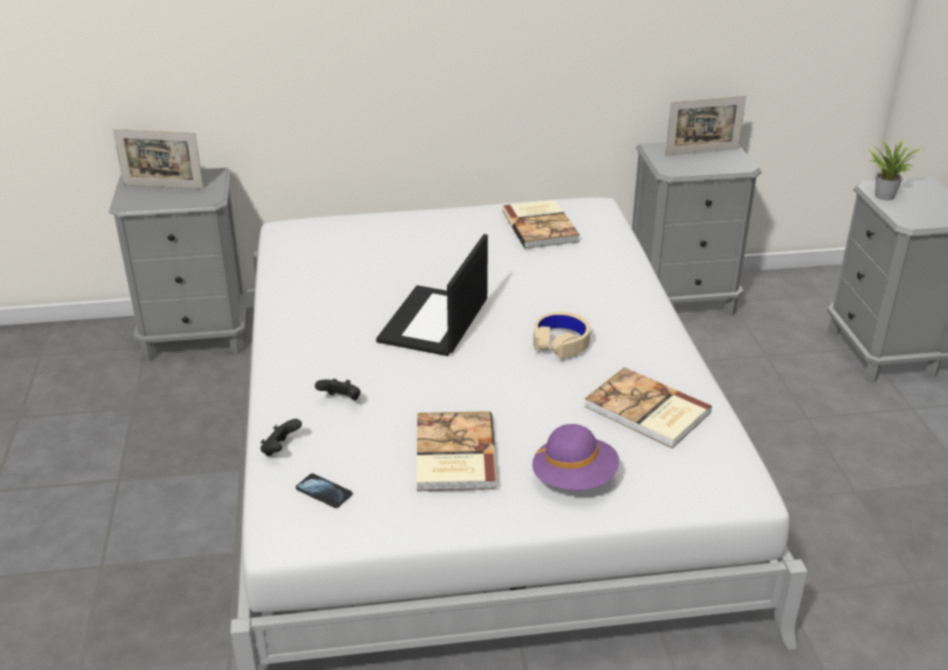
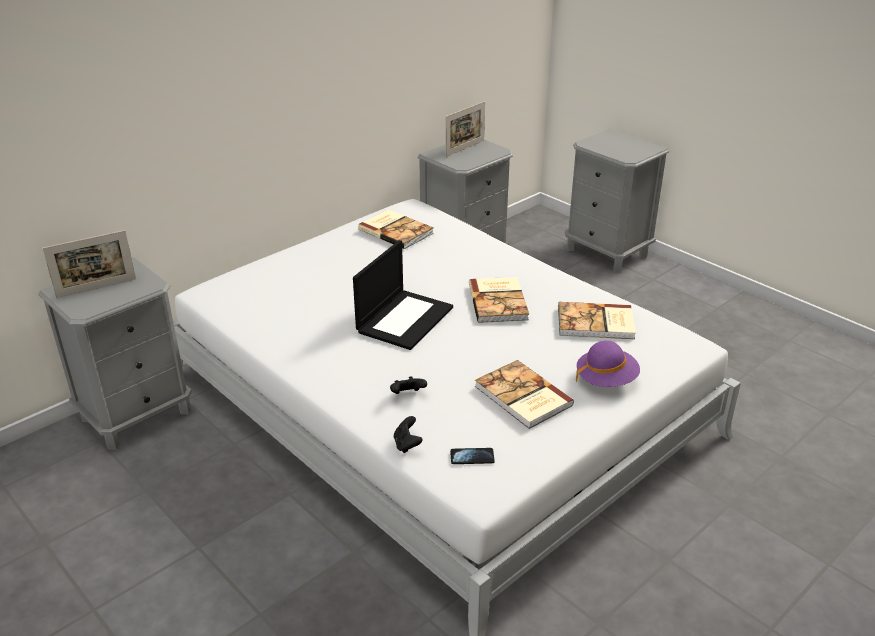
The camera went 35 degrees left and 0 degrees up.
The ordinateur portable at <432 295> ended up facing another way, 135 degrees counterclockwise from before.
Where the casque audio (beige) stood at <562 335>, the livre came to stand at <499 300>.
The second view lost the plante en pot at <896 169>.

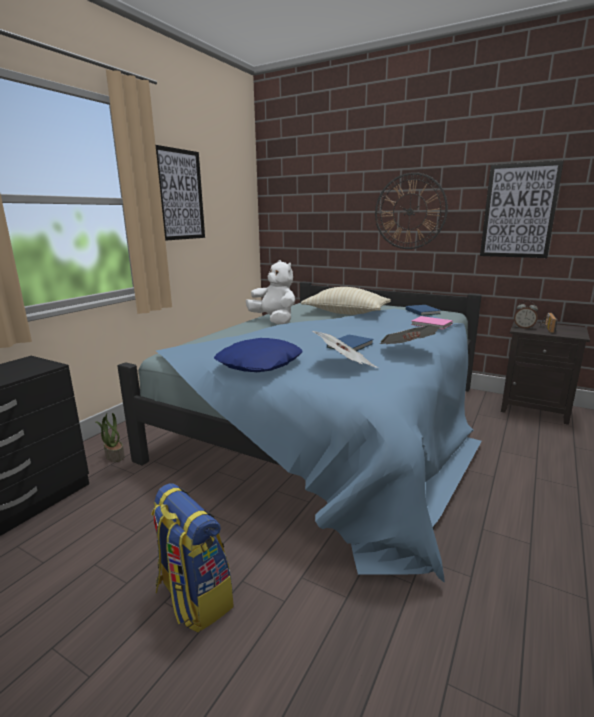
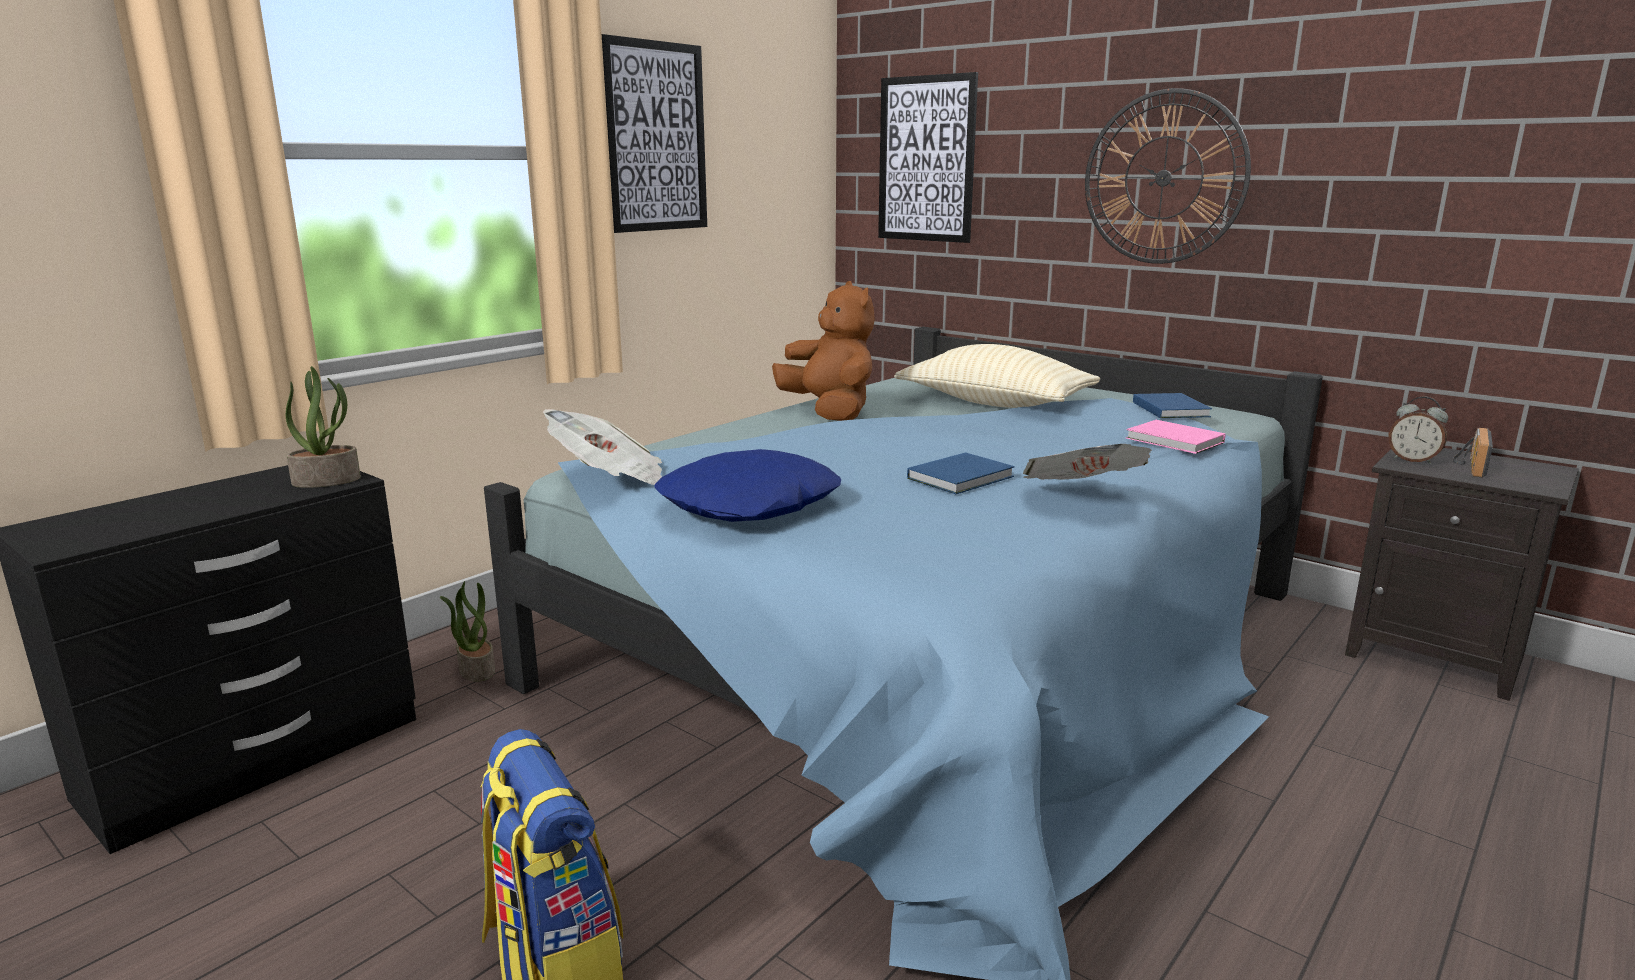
The camera went 10 degrees right and 0 degrees up.
The second view gained the plante en pot at <323 427>.
The journal ended up elsewhere, having gone from <346 349> to <602 447>.
What was the peluche (blanc) at <270 292> turned into the peluche (marron) at <823 351>.
The tableau ended up elsewhere, having gone from <522 209> to <928 157>.

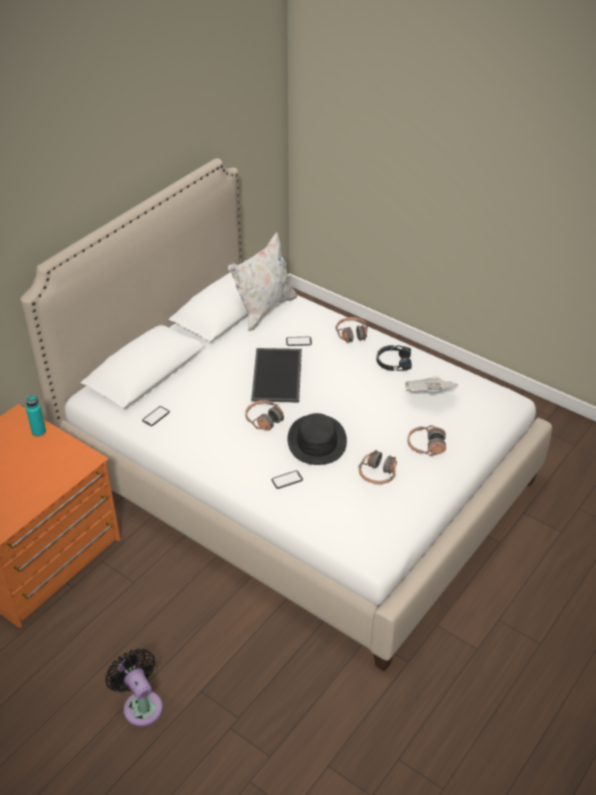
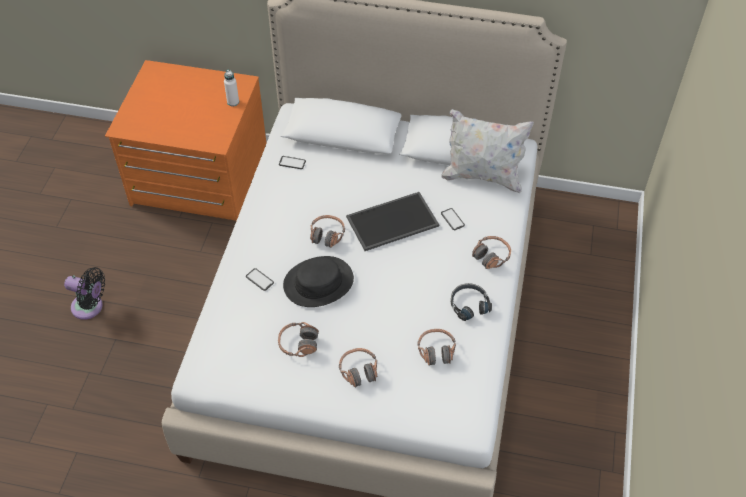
The camera went 65 degrees right and 10 degrees up.
The ventilateur (noir) at <134 688> ended up facing another way, 75 degrees clockwise from before.
What was the bouteille (turquoise) at <36 416> turned into the bouteille (blanc) at <231 88>.
Where the journal stood at <432 384>, the casque audio came to stand at <437 347>.

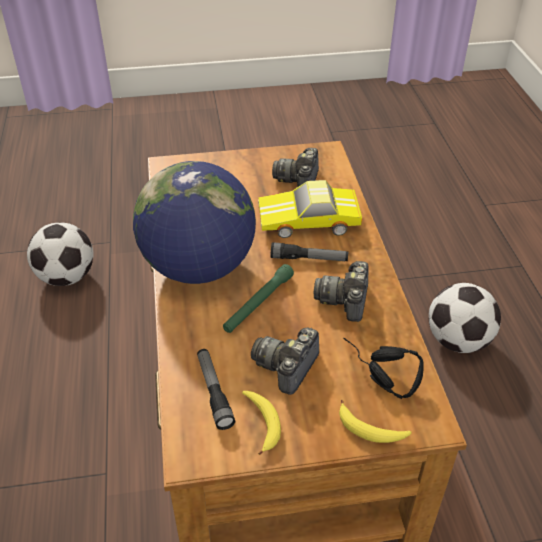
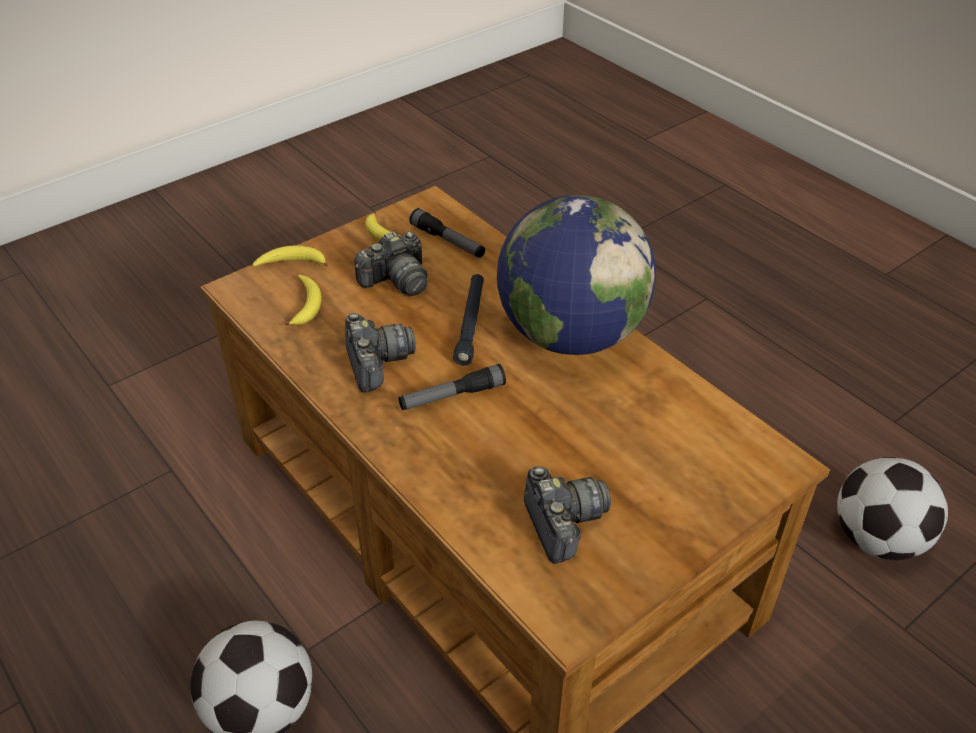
The camera went 150 degrees right and 0 degrees up.
Where the casque audio (noir) stood at <383 368>, the banane came to stand at <302 300>.
The appareil photo at <285 361> ended up facing another way, 60 degrees clockwise from before.
What was the lampe de poche (vert) at <258 298> turned into the lampe de poche (noir) at <468 320>.
The second view lost the petite voiture at <310 209>.

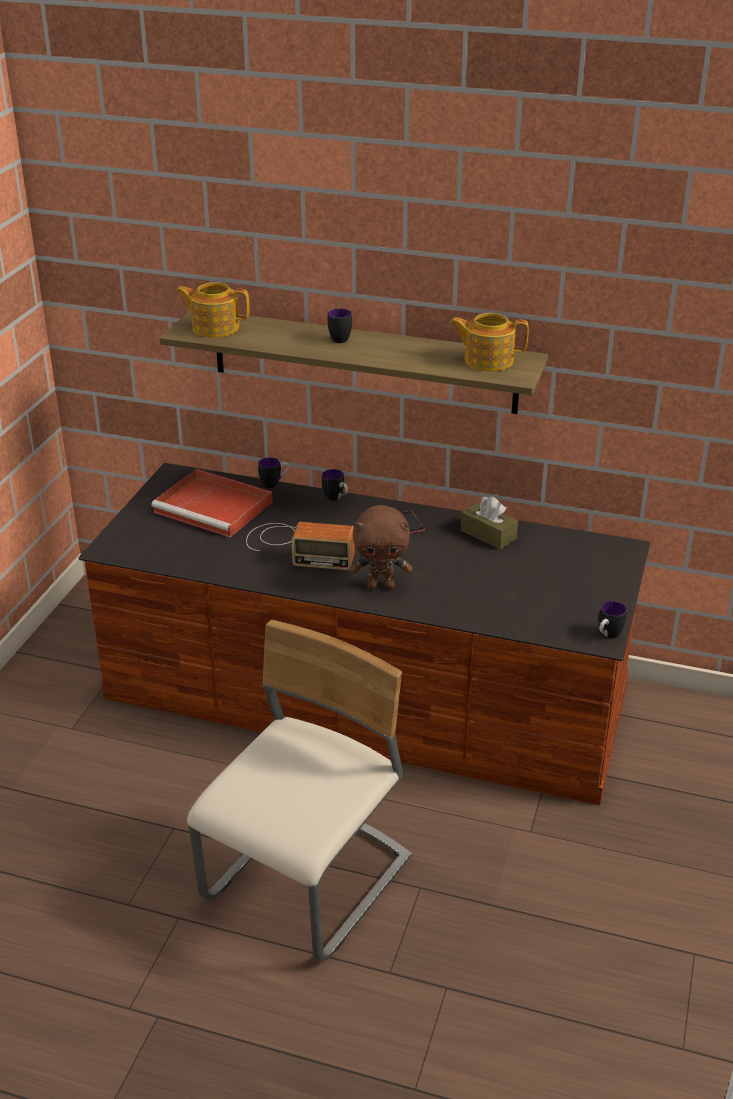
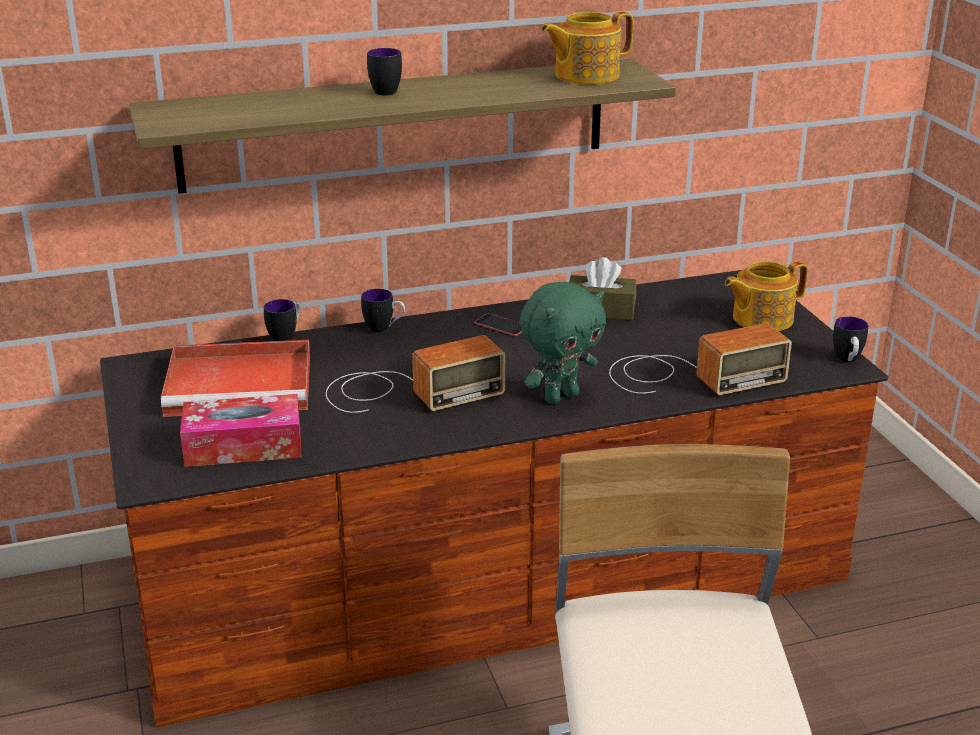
The camera went 35 degrees left and 5 degrees down.
The second view gained the boîte à mouchoirs at <241 430>.
What was the peluche (marron) at <381 547> turned into the peluche (vert) at <563 342>.
The second view gained the radio at <700 359>.
The théière ended up elsewhere, having gone from <213 310> to <766 296>.

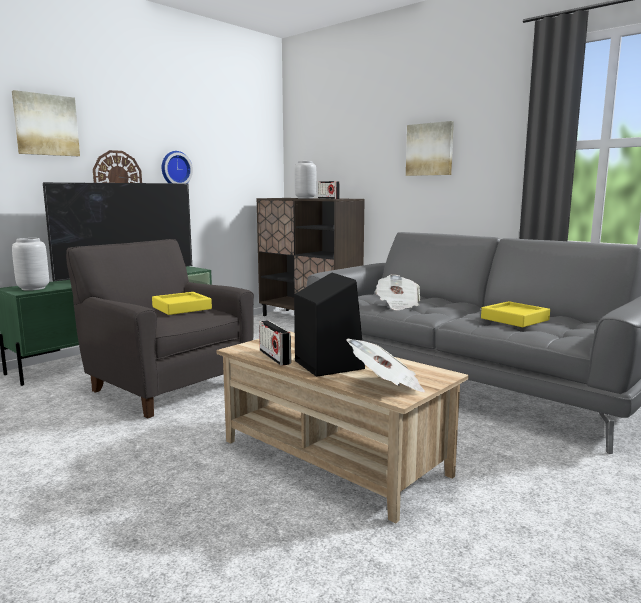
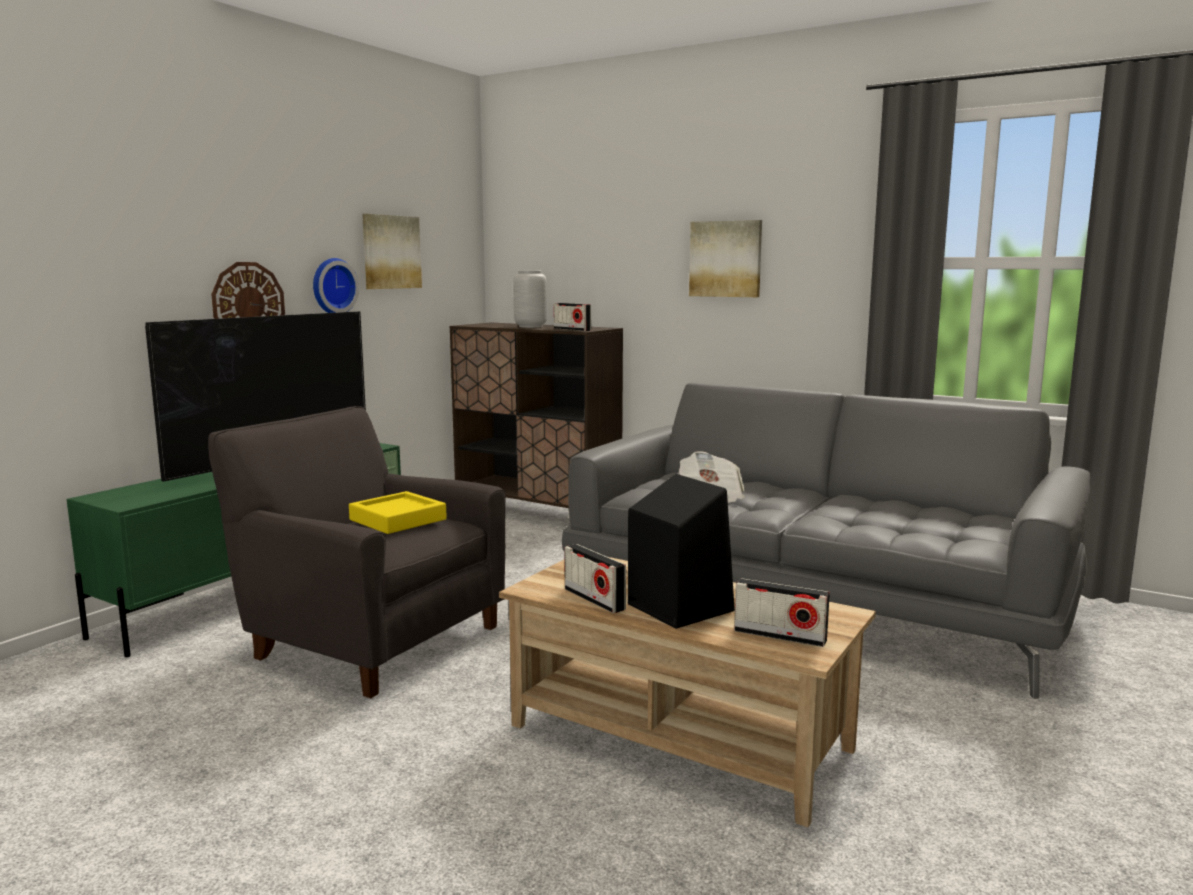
The camera went 10 degrees left and 0 degrees up.
The tableau ended up elsewhere, having gone from <46 123> to <392 251>.
Where the journal stood at <385 365>, the radio came to stand at <782 612>.
The second view lost the vase (gris) at <30 264>.
The second view lost the plateau (jaune) at <515 314>.

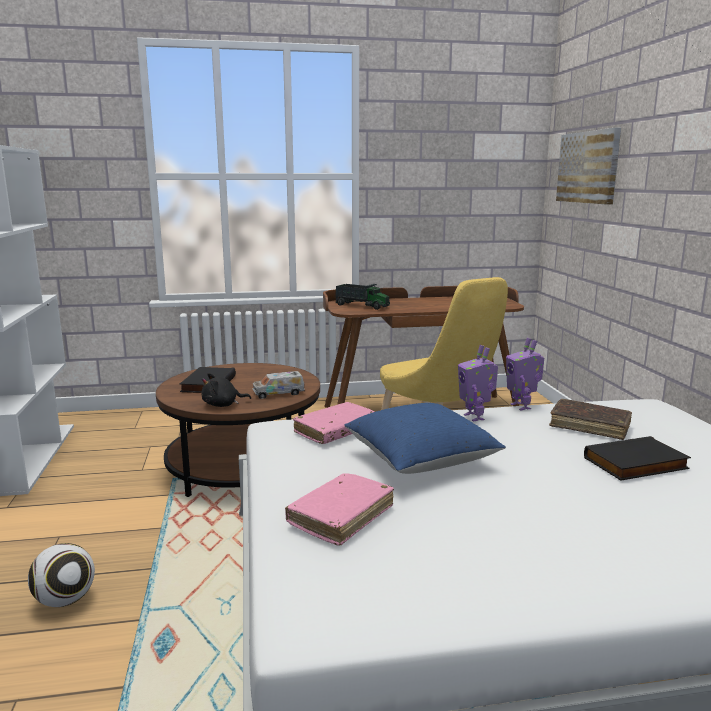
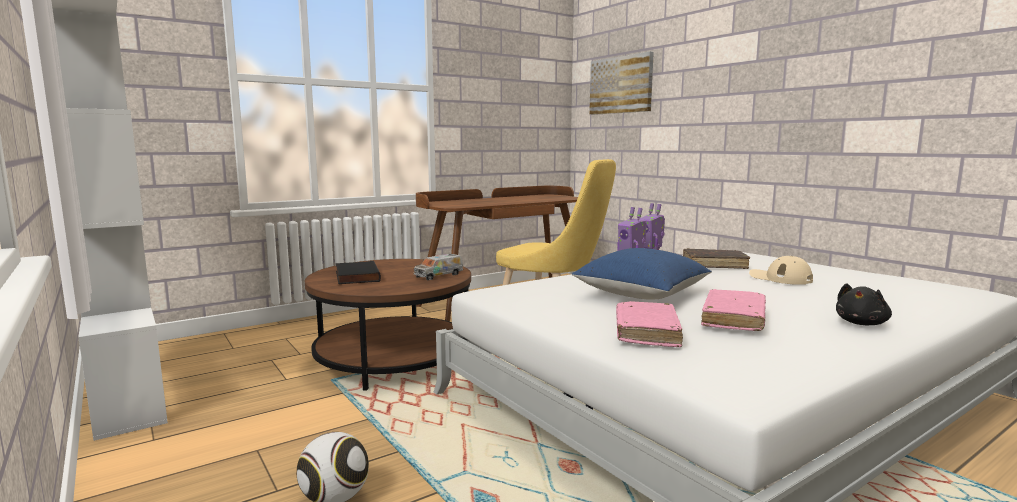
The camera went 25 degrees left and 5 degrees down.
The livre (rose) ended up elsewhere, having gone from <333 423> to <733 310>.
Where the livre (noir) stood at <637 458>, the casquette (beige) came to stand at <781 270>.
The peluche (noir) ended up elsewhere, having gone from <226 390> to <864 304>.
The second view lost the camion jouet at <362 297>.

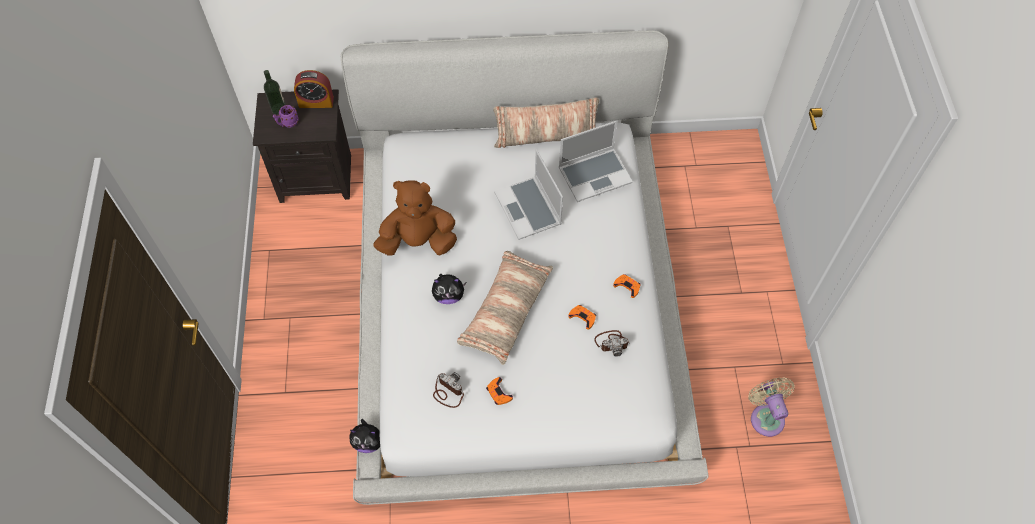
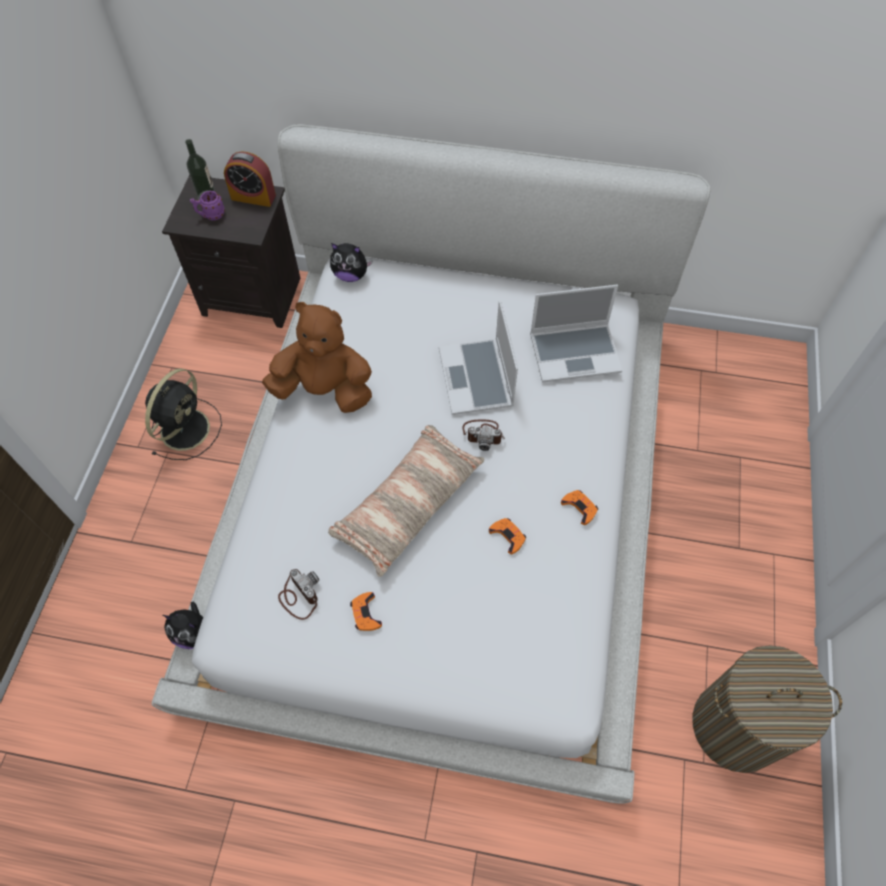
The camera went 15 degrees right and 0 degrees up.
The second view gained the ventilateur (noir) at <183 414>.
The peluche ended up elsewhere, having gone from <449 289> to <351 262>.
The appareil photo ended up elsewhere, having gone from <612 343> to <483 435>.
Where the ventilateur (beige) stood at <771 407>, the panier à linge came to stand at <767 709>.
The second view lost the coussin at <546 122>.

